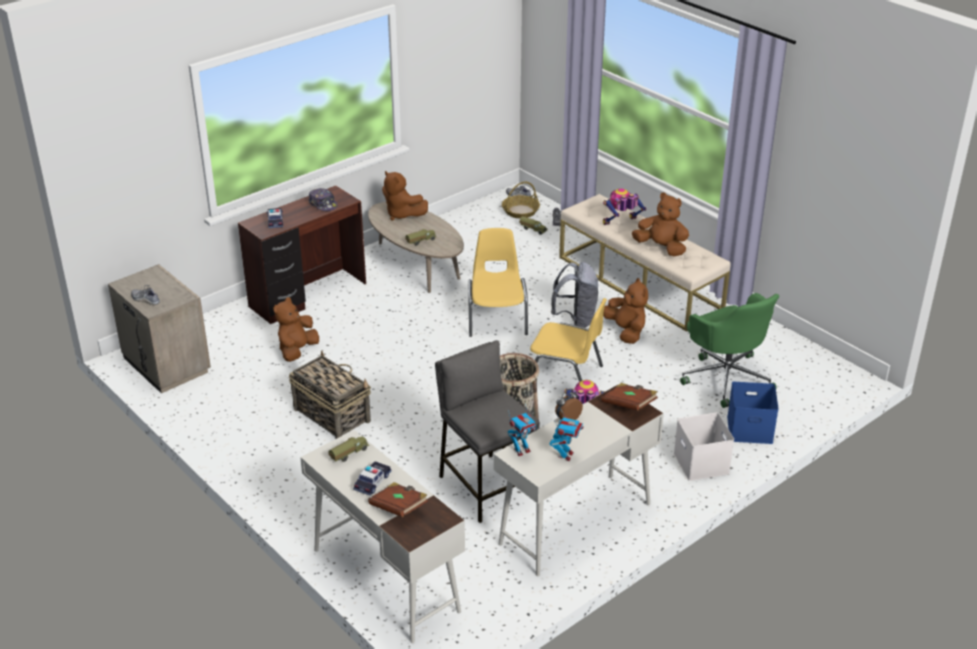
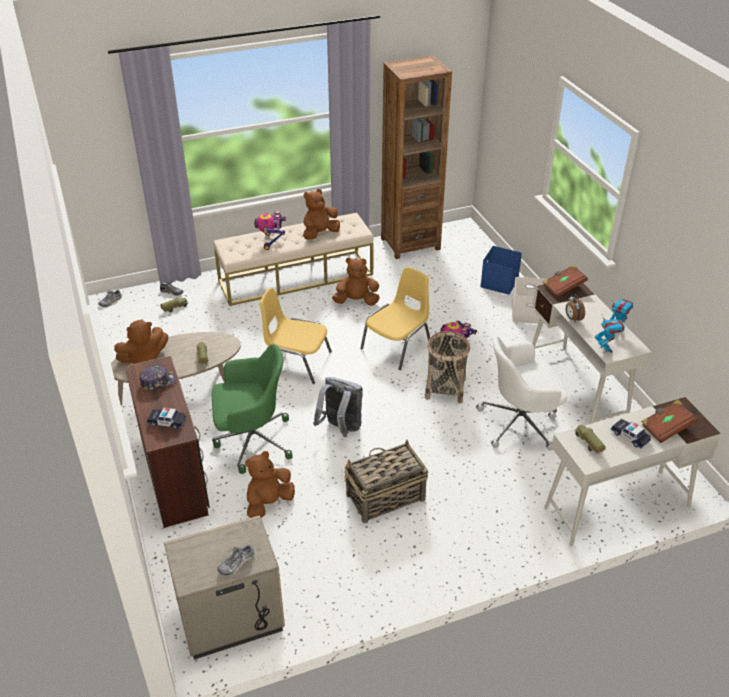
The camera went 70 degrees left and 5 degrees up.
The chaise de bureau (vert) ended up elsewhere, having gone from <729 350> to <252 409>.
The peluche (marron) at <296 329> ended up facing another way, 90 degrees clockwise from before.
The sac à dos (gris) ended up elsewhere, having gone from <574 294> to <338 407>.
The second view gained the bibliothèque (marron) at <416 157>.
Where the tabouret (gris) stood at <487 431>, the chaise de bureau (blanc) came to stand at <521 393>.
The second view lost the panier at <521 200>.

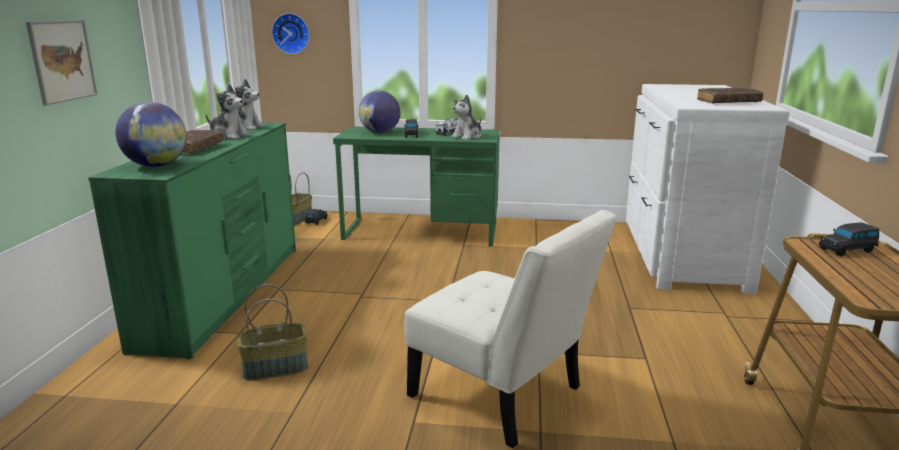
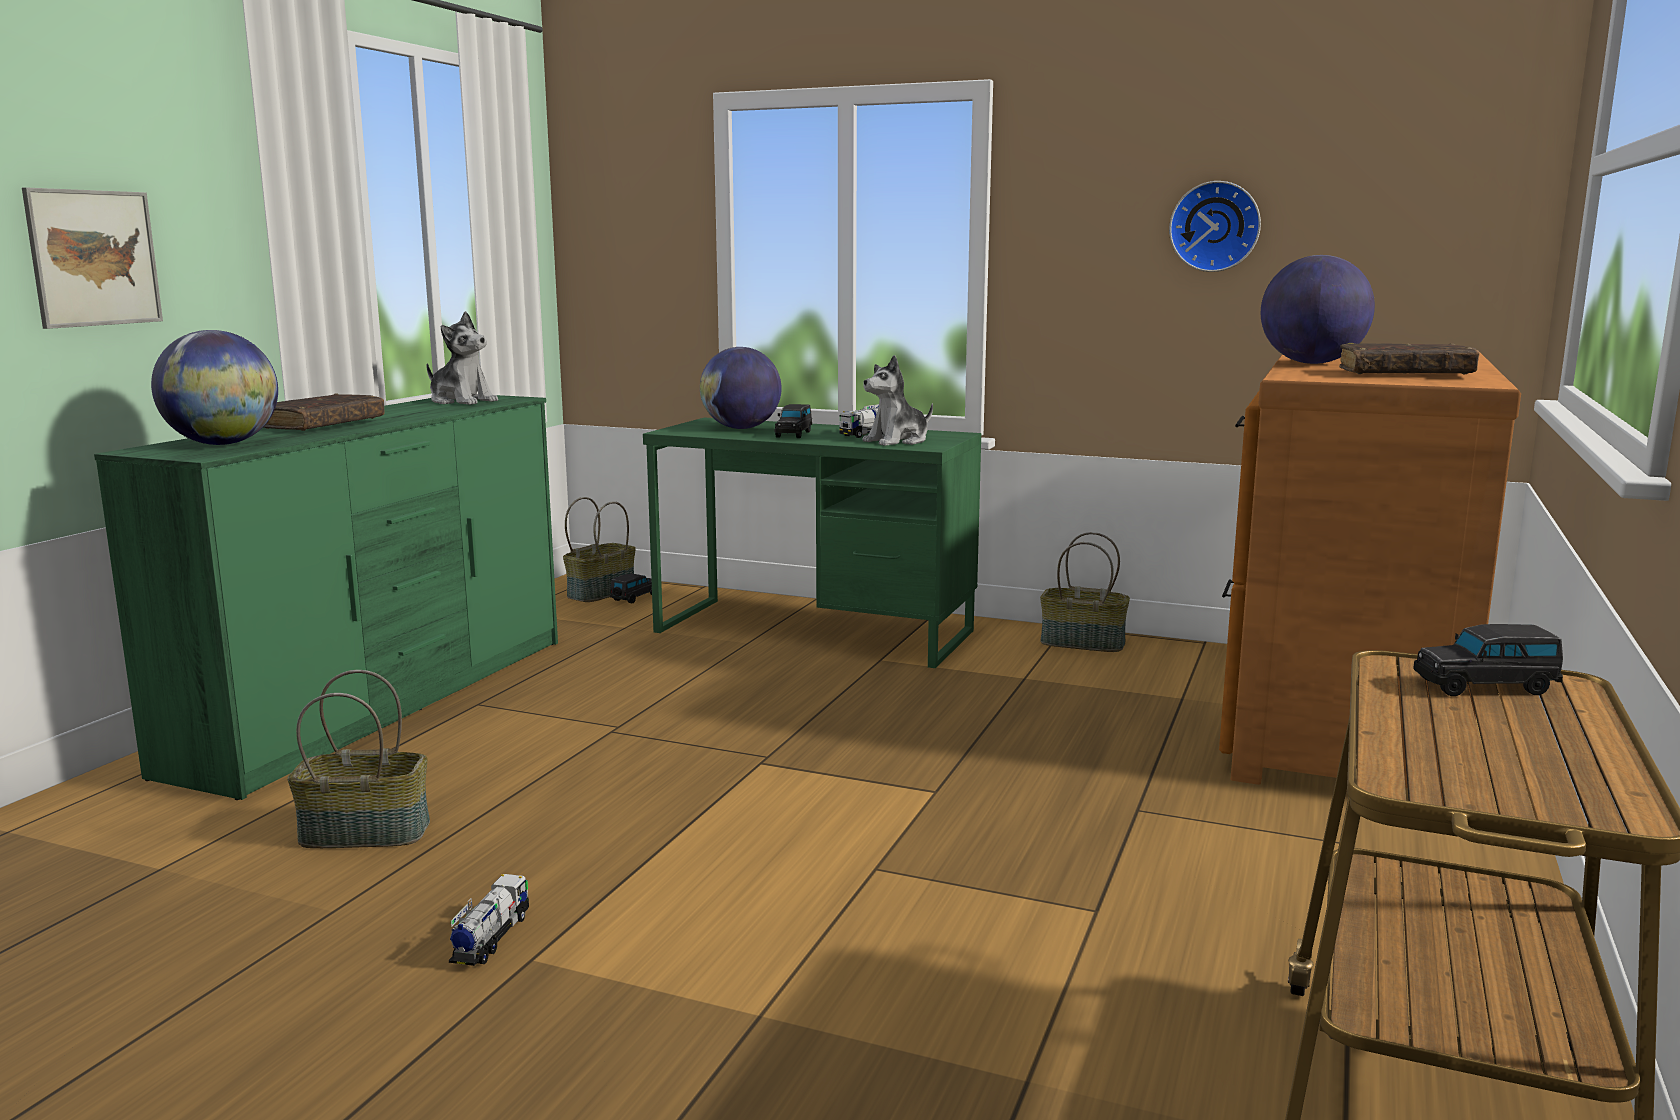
The camera went 15 degrees right and 5 degrees down.
The second view gained the camion jouet at <489 920>.
The second view gained the panier at <1085 592>.
The horloge murale ended up elsewhere, having gone from <291 33> to <1215 226>.
What was the commode (blanc) at <708 189> turned into the commode (marron) at <1370 579>.
The second view gained the globe at <1318 309>.
The second view lost the peluche at <228 111>.
The second view lost the chaise (blanc) at <510 329>.

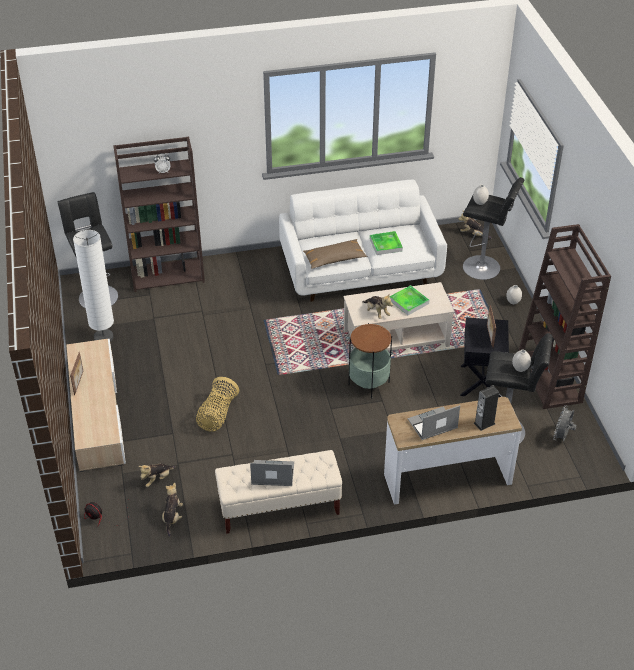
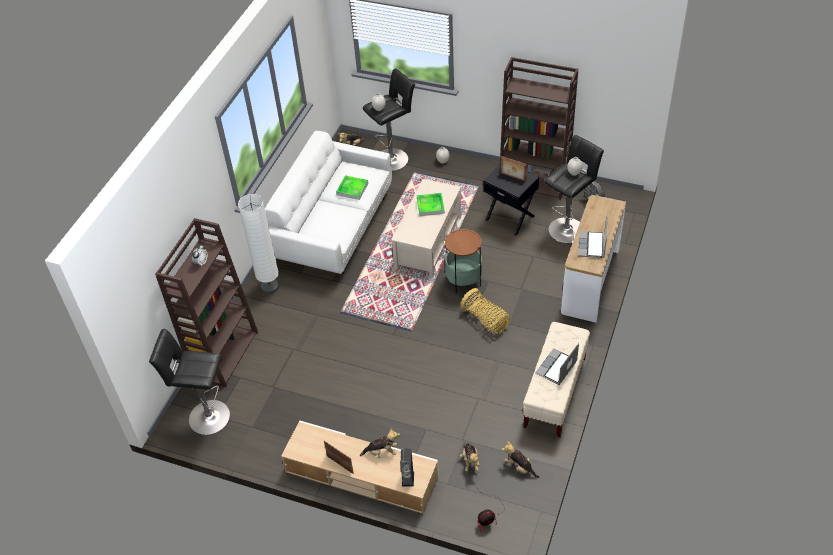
The camera went 55 degrees left and 5 degrees up.
The lampadaire (blanc) ended up elsewhere, having gone from <93 286> to <258 244>.
The peluche ended up elsewhere, having gone from <378 306> to <380 443>.
The enceinte ended up elsewhere, having gone from <486 408> to <407 468>.
The panier ended up elsewhere, having gone from <217 404> to <485 311>.
The second view lost the coussin (marron) at <335 254>.

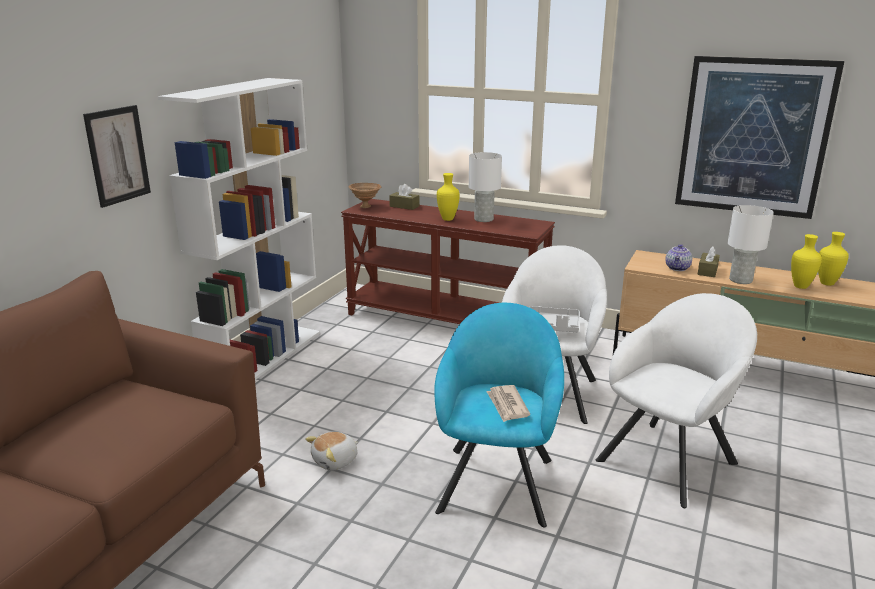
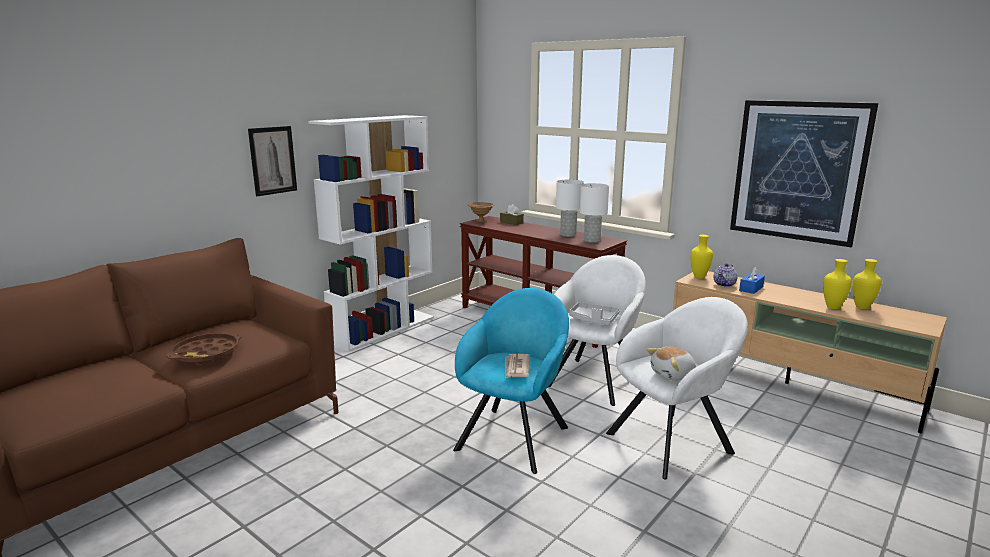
The camera went 15 degrees right and 5 degrees down.
The second view gained the plateau (marron) at <204 348>.
The lampe de table (blanc) ended up elsewhere, having gone from <751 244> to <594 213>.
The peluche ended up elsewhere, having gone from <332 451> to <671 364>.
The vase (jaune) ended up elsewhere, having gone from <448 197> to <702 256>.
What was the boîte à mouchoirs (marron) at <708 261> turned into the boîte à mouchoirs (bleu) at <752 280>.

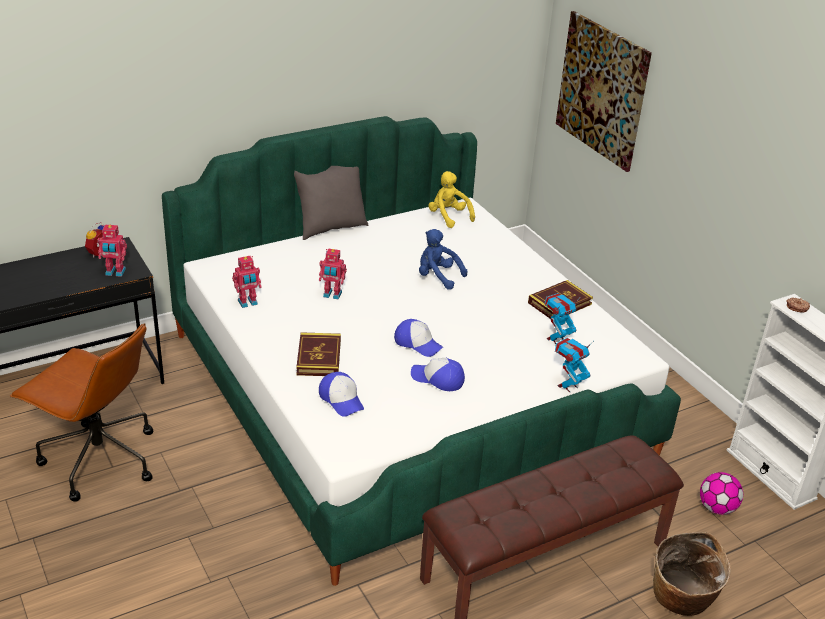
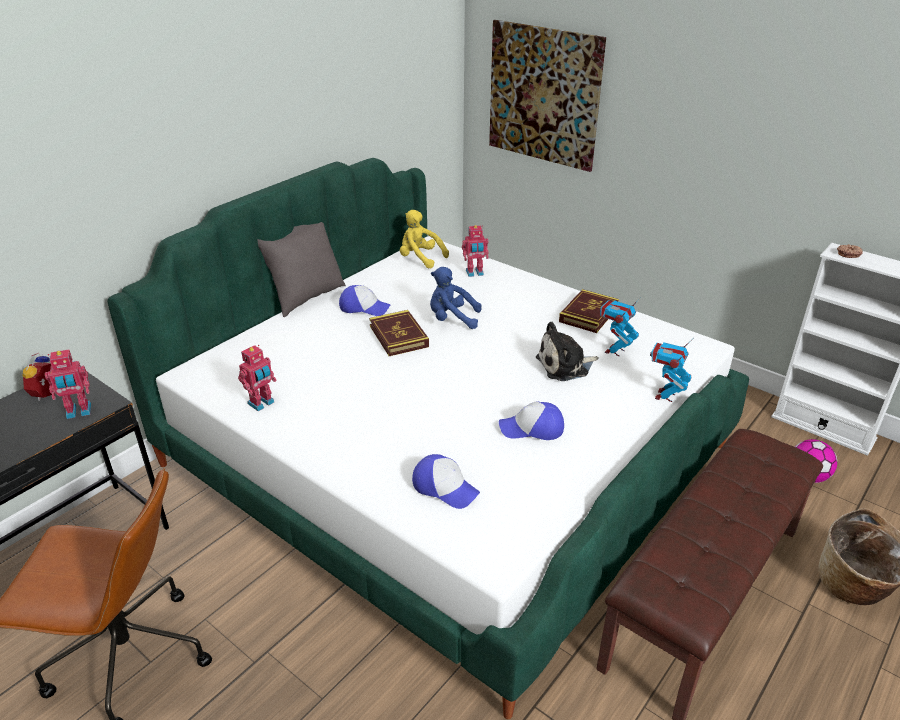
The camera went 20 degrees left and 0 degrees up.
The casquette ended up elsewhere, having gone from <418 338> to <365 300>.
The livre ended up elsewhere, having gone from <318 354> to <399 333>.
The robot jouet ended up elsewhere, having gone from <333 274> to <475 251>.
The second view gained the peluche at <567 351>.

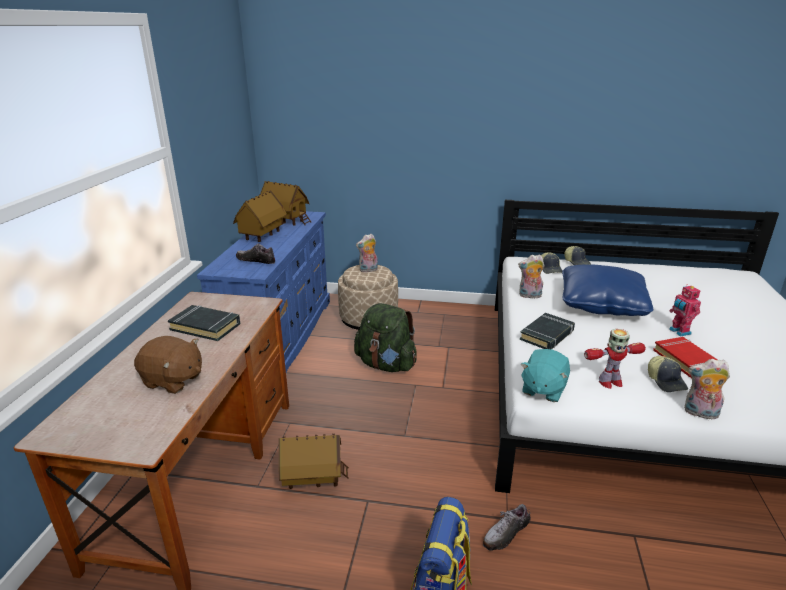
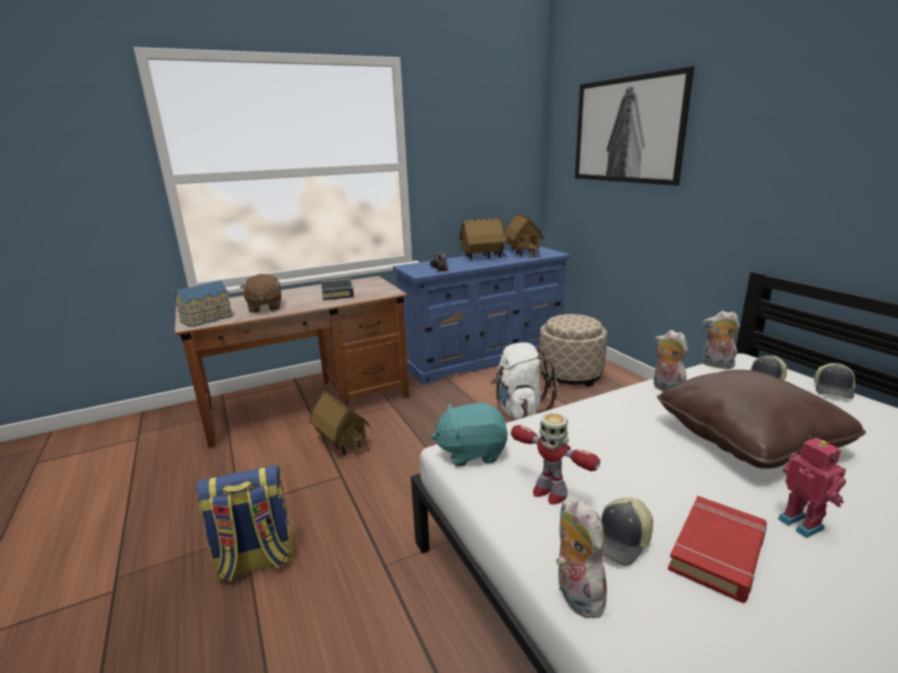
The camera went 55 degrees right and 5 degrees down.
The second view gained the maison miniature at <203 304>.
What was the sac à dos (vert) at <385 337> turned into the sac à dos (blanc) at <524 381>.
The second view gained the tableau at <634 126>.
What was the coussin (bleu) at <607 290> turned into the coussin (marron) at <761 419>.
The peluche ended up elsewhere, having gone from <367 253> to <721 340>.
The robot jouet at <685 310> ended up facing another way, 120 degrees clockwise from before.
The second view lost the chaussure at <507 527>.
The second view lost the livre (noir) at <547 331>.

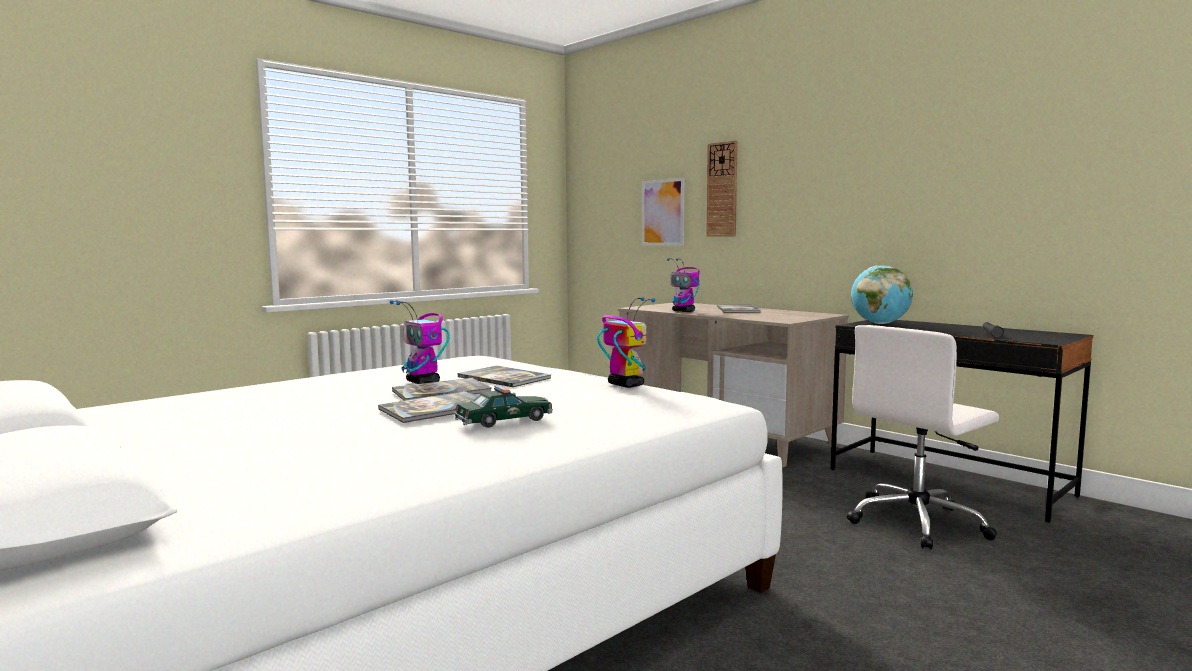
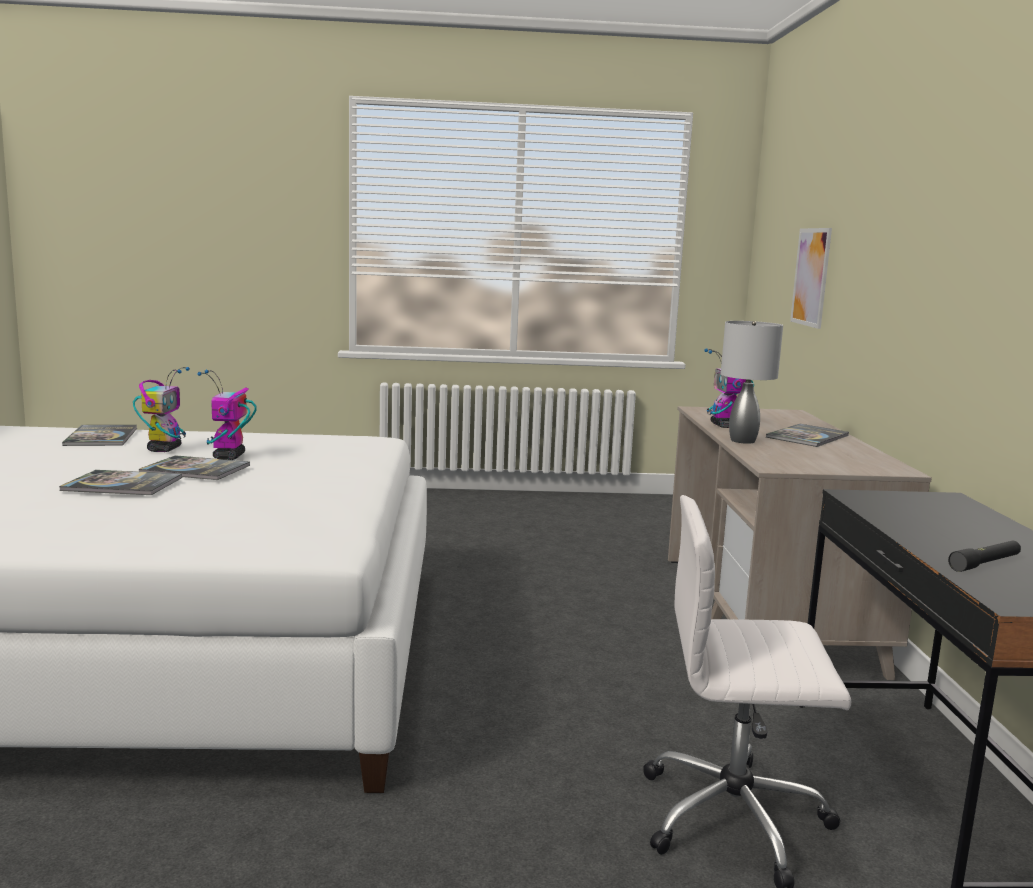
The camera went 40 degrees right and 5 degrees up.
The livre ended up elsewhere, having gone from <504 376> to <99 435>.
The robot jouet ended up elsewhere, having gone from <626 342> to <161 409>.
The second view gained the lampe de table (gris) at <752 382>.
The second view lost the petite voiture at <503 407>.
The second view lost the horloge murale at <722 188>.
The second view lost the globe at <882 294>.

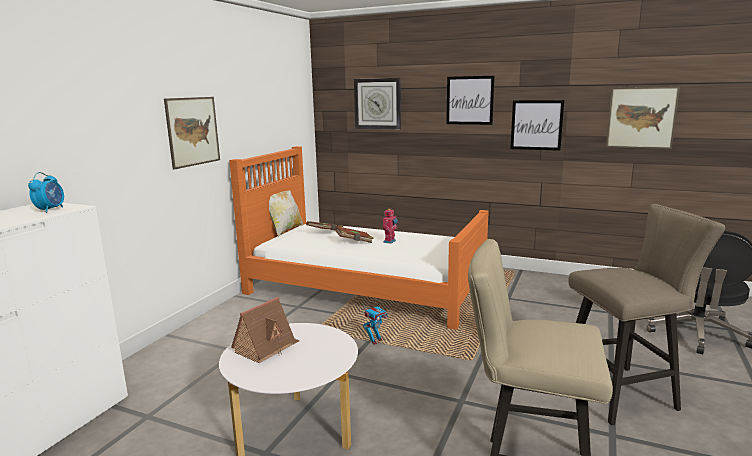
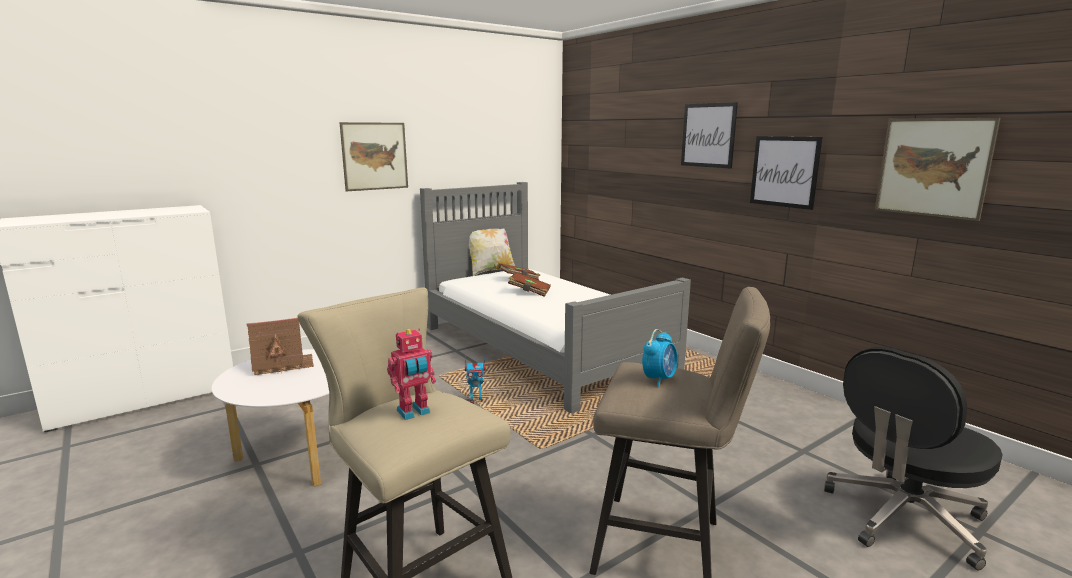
The camera went 30 degrees right and 0 degrees up.
The robot jouet ended up elsewhere, having gone from <390 226> to <411 374>.
What was the lit (orange) at <359 238> turned into the lit (gris) at <555 298>.
The réveil ended up elsewhere, having gone from <46 192> to <659 358>.
The second view lost the horloge murale at <377 103>.

